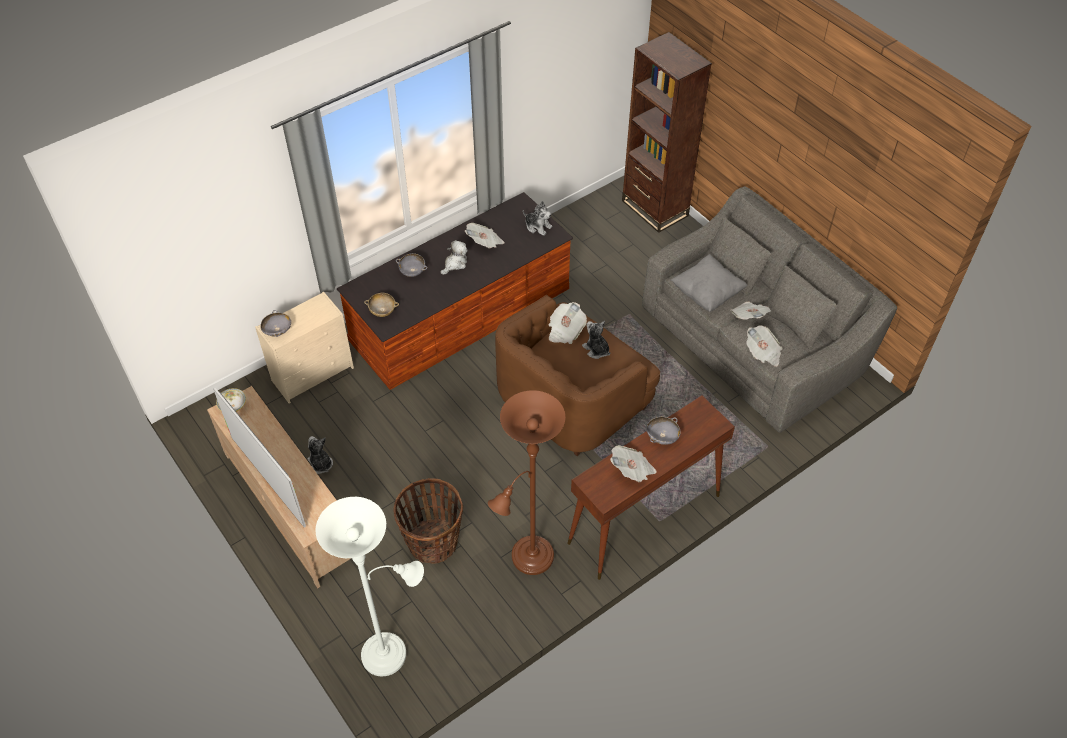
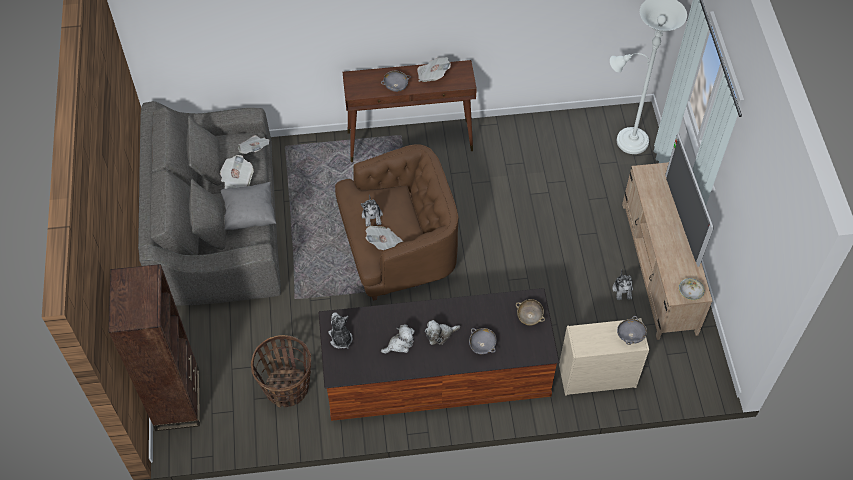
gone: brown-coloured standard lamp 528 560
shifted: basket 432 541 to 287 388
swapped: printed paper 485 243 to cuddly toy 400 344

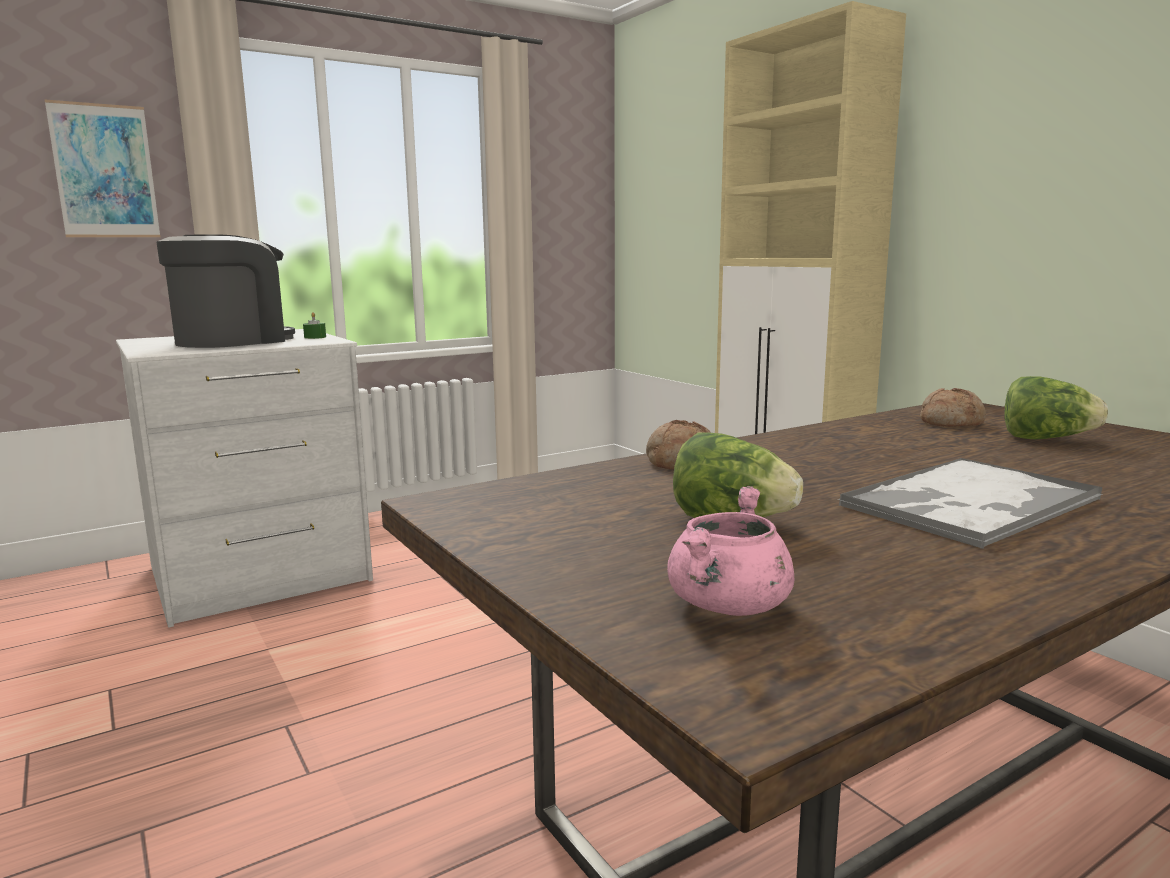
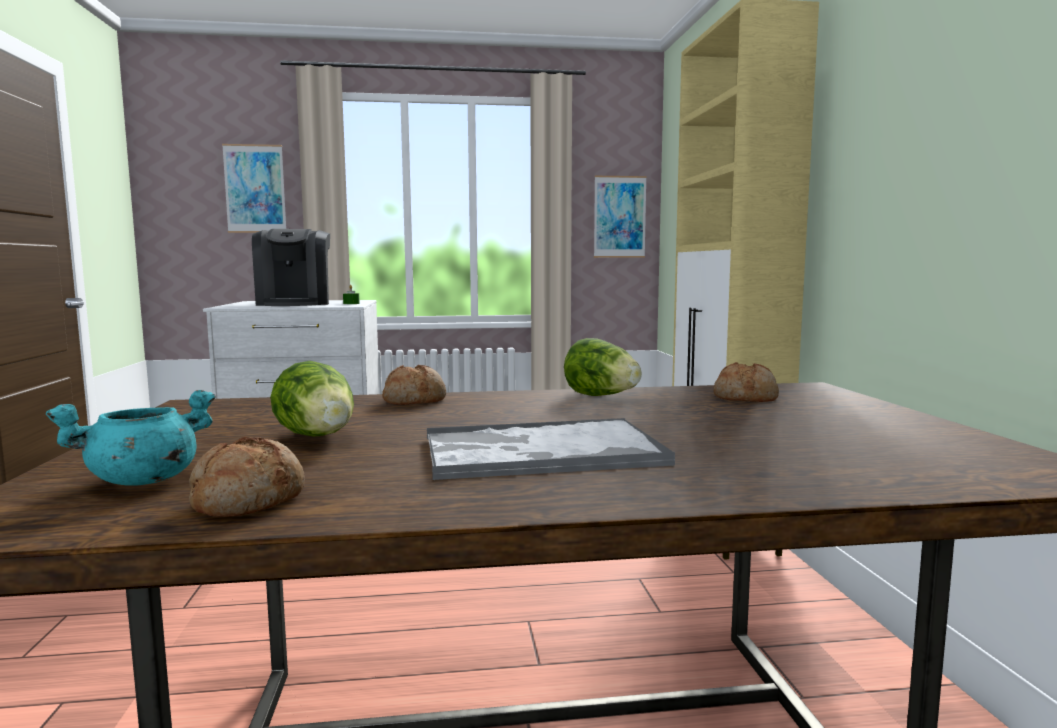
new: baked bread 248 500; wall art 619 217
shifted: head of lettuce 1046 439 to 602 396
repainted: pinkish stockpot 729 606 to turquoise-coloured stockpot 143 481
rotated: coffee brewer 233 341 = 295 303 105 degrees clockwise

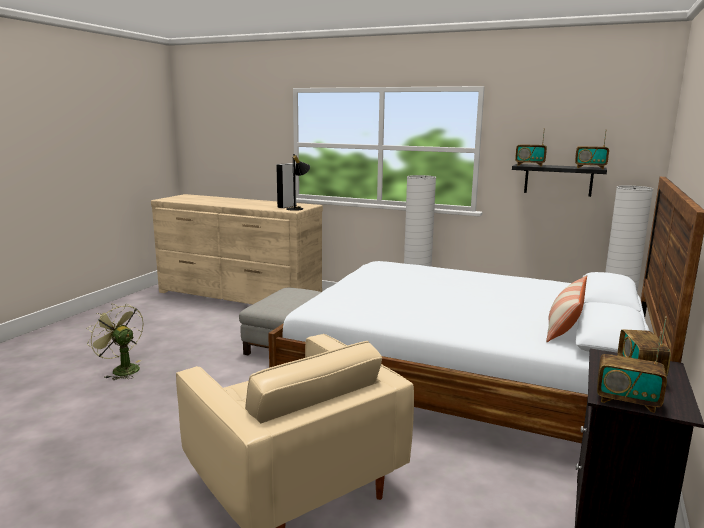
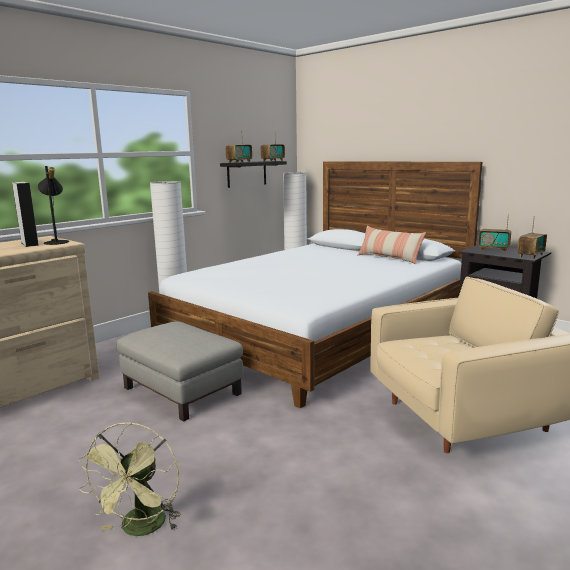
rotated: greenish fan 121 369 = 141 529 45 degrees counterclockwise

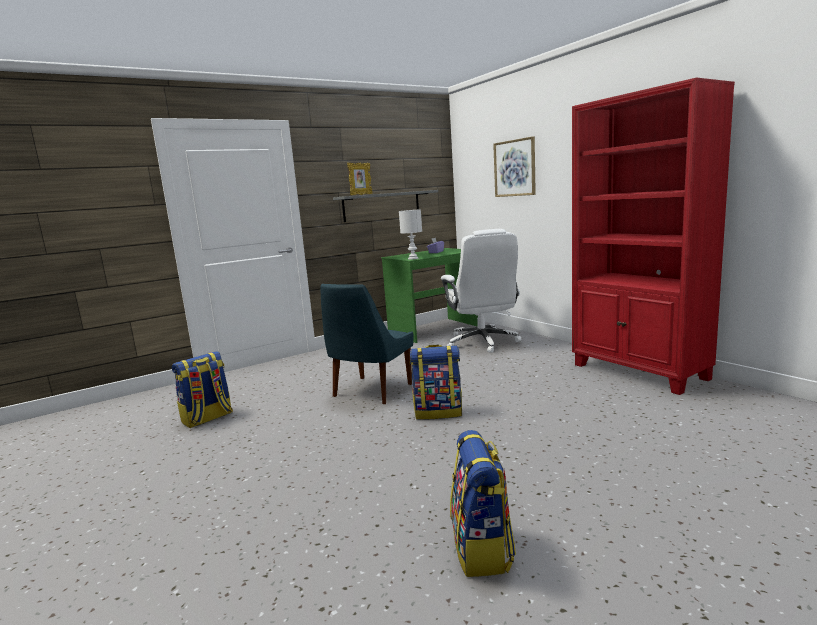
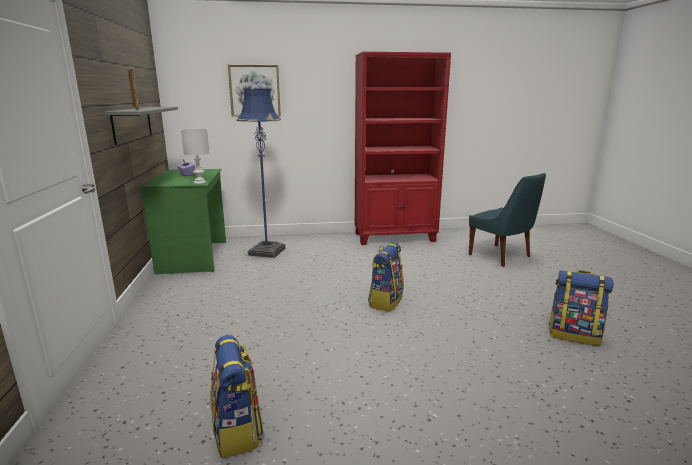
shifted: blue-coloured chair 370 391 to 501 256
swapped: white office chair 482 342 to blue-coloured standard lamp 266 252

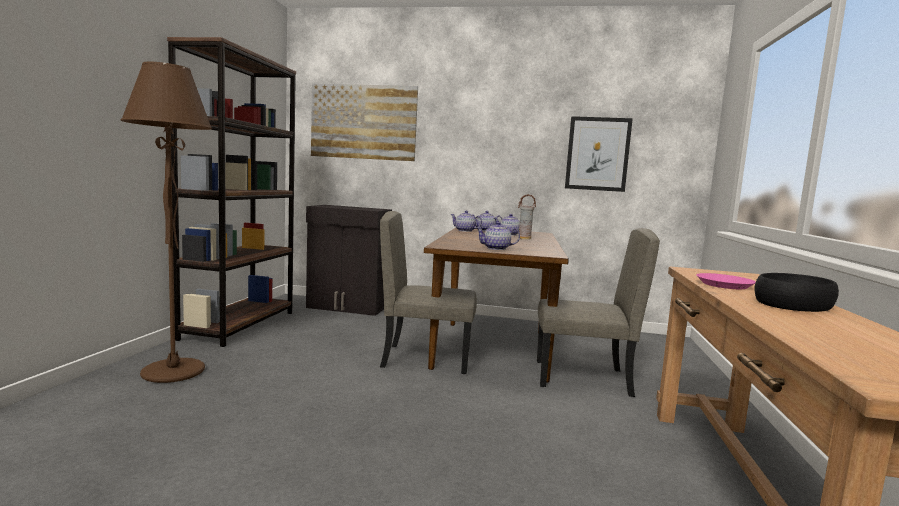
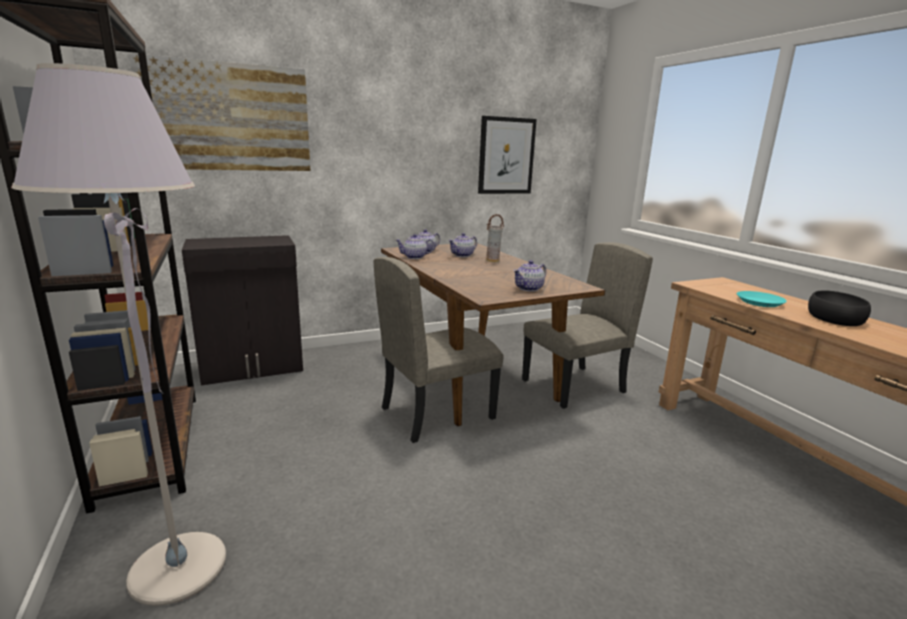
repainted: brown-coloured standard lamp 173 372 to gray standard lamp 179 568; pinkish plate 724 285 to turquoise-coloured plate 759 302

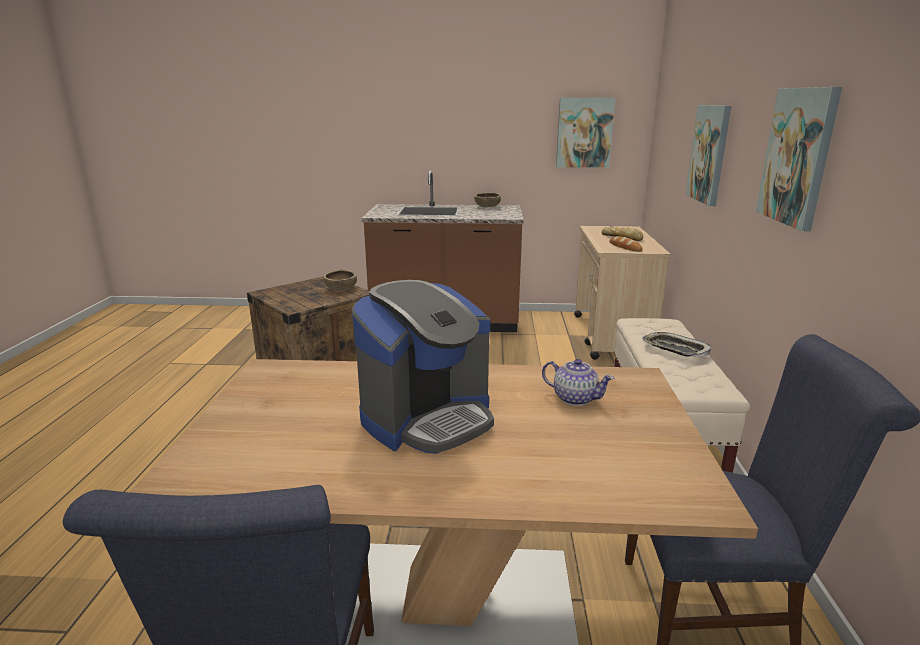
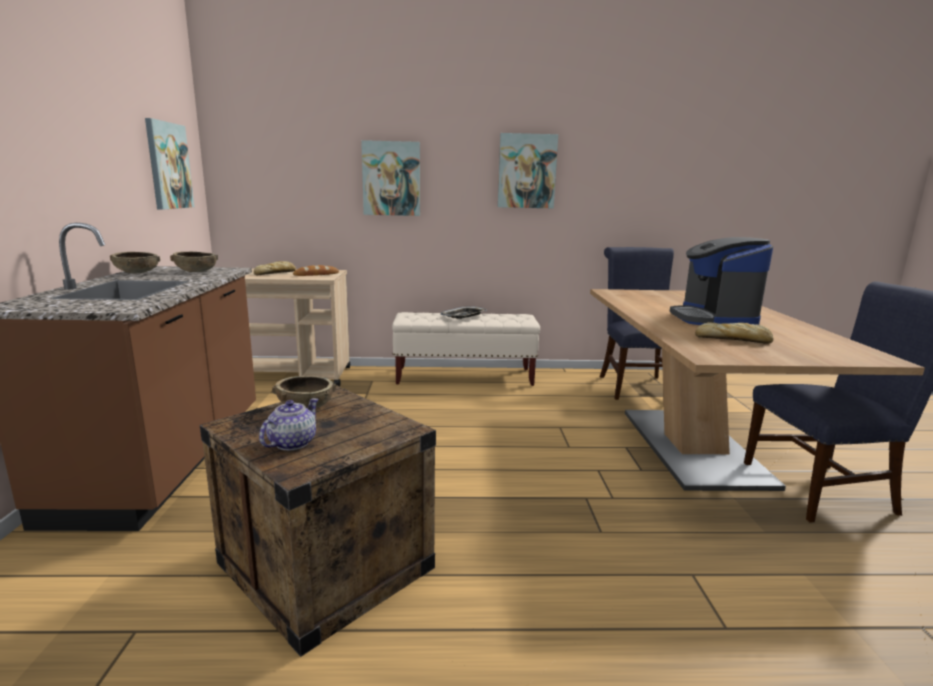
new: brown-coloured bowl 196 271; baked bread 734 339
shifted: teapot 574 398 to 291 443
rotated: coffee brewer 427 418 = 714 319 135 degrees counterclockwise

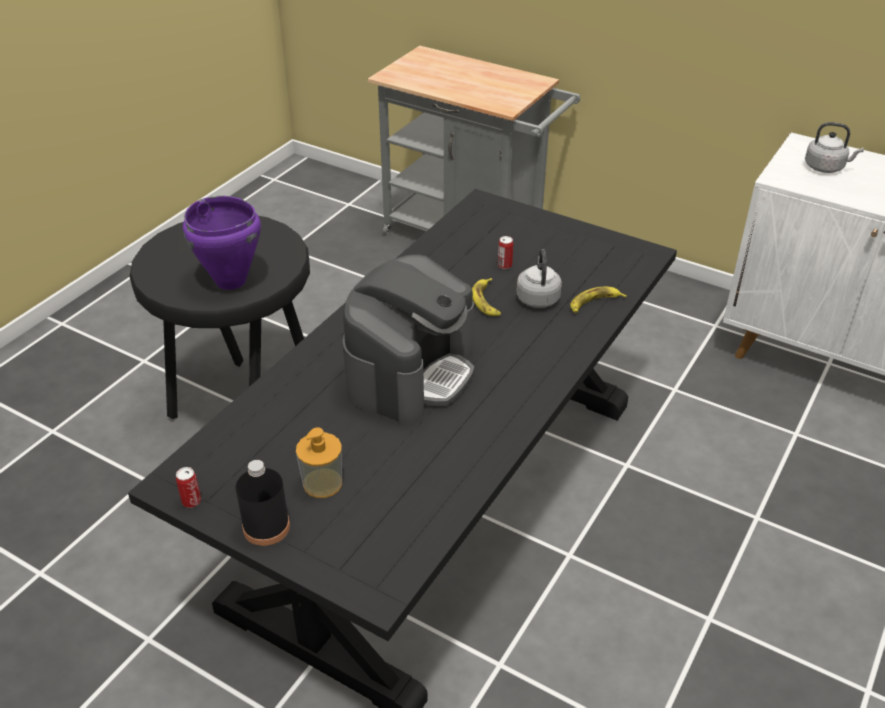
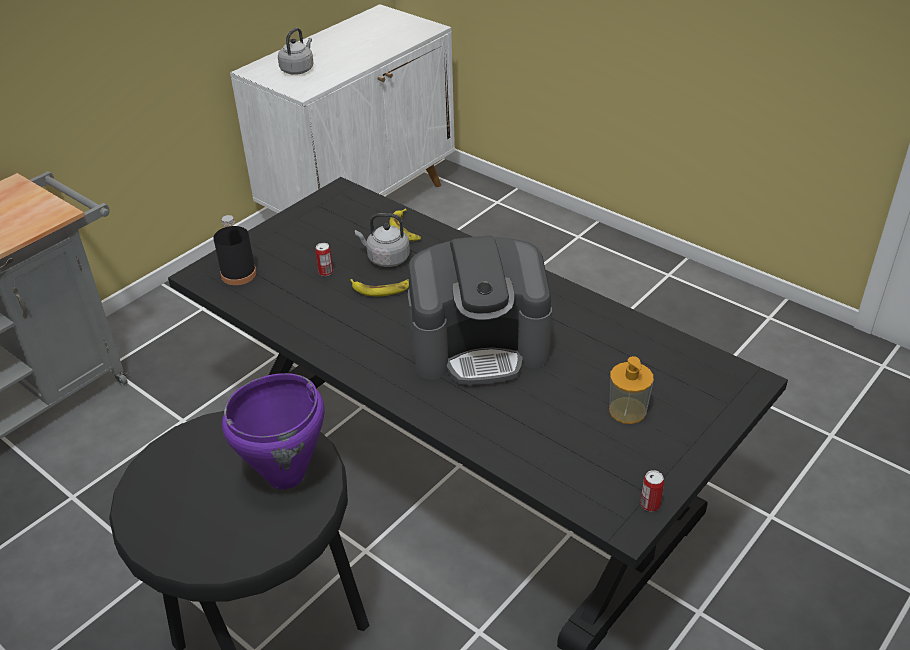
shifted: blackish beverage bottle 266 527 to 238 274
rotated: coffee brewer 411 372 = 480 346 135 degrees clockwise

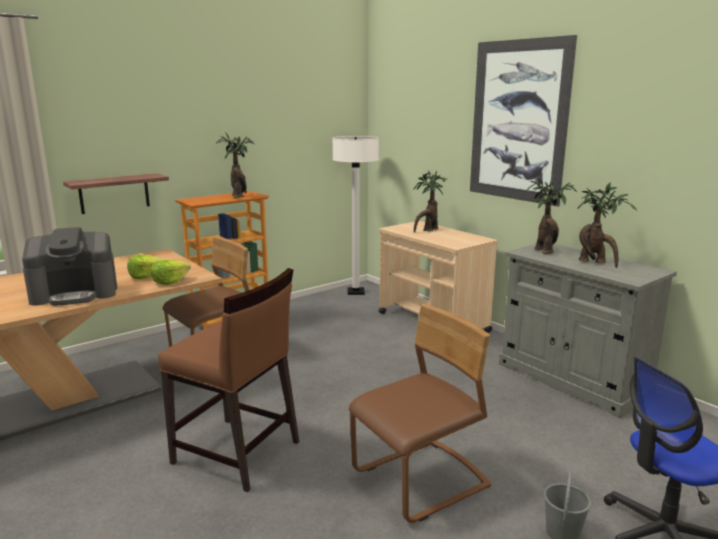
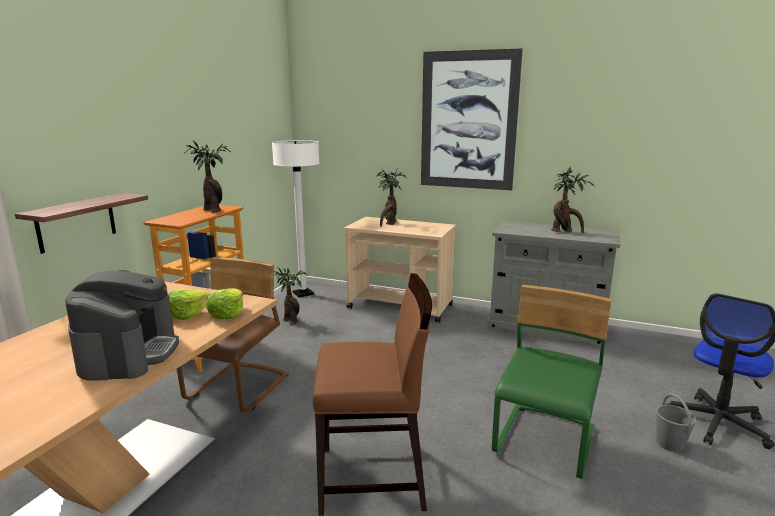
shifted: potted plant 544 250 to 290 320
repainted: brown-coloured chair 421 481 to greenish chair 545 442
rotated: coffee brewer 75 293 = 129 353 45 degrees counterclockwise

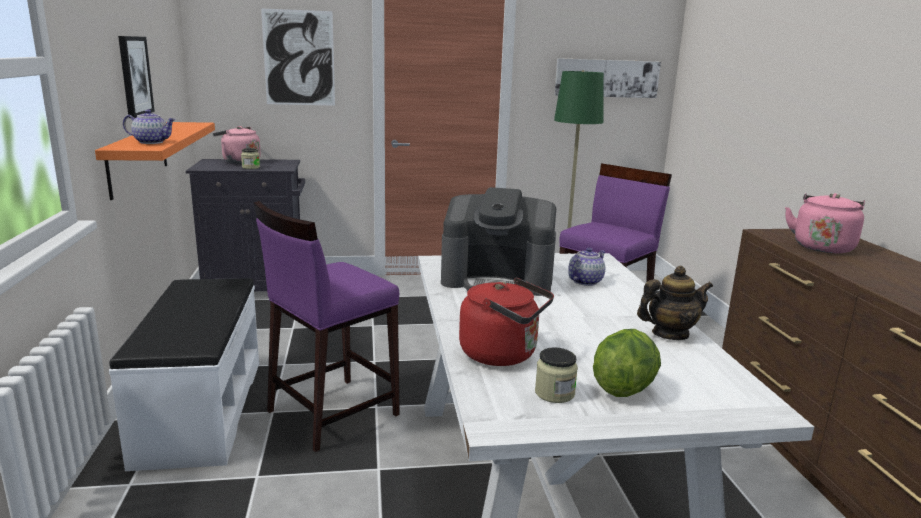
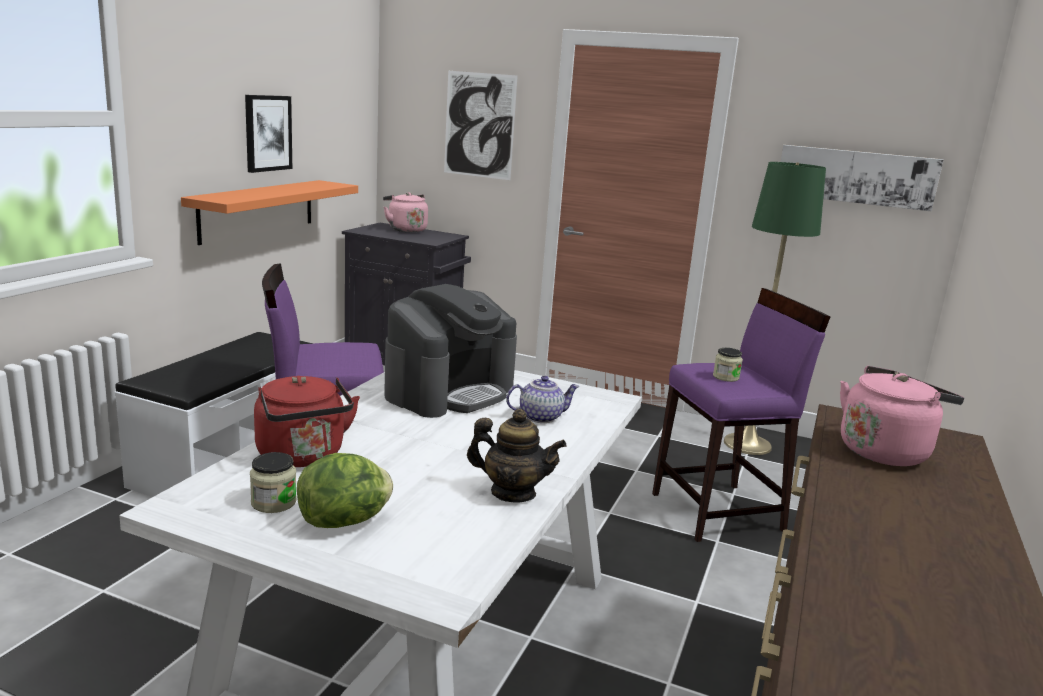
gone: teapot 152 142
shifted: jar 251 167 to 726 377
rotated: coffee brewer 498 280 = 449 391 90 degrees counterclockwise

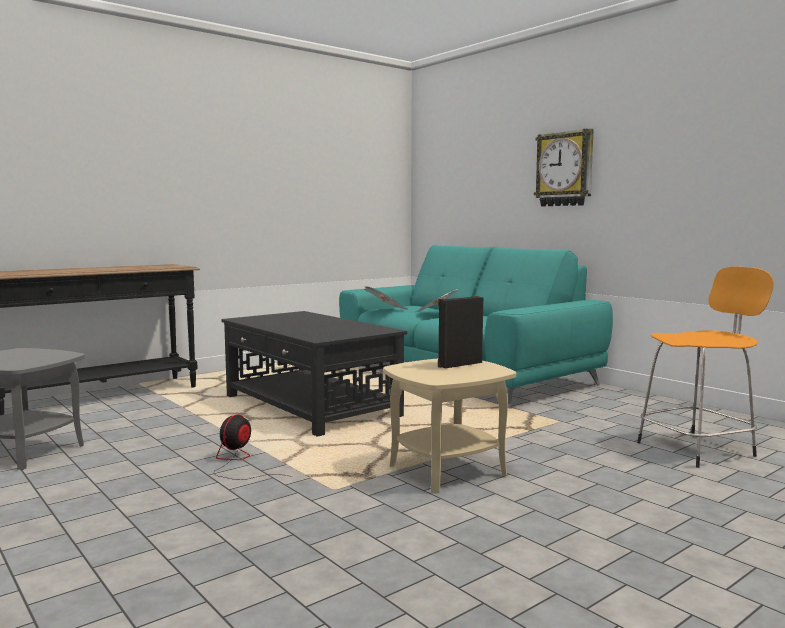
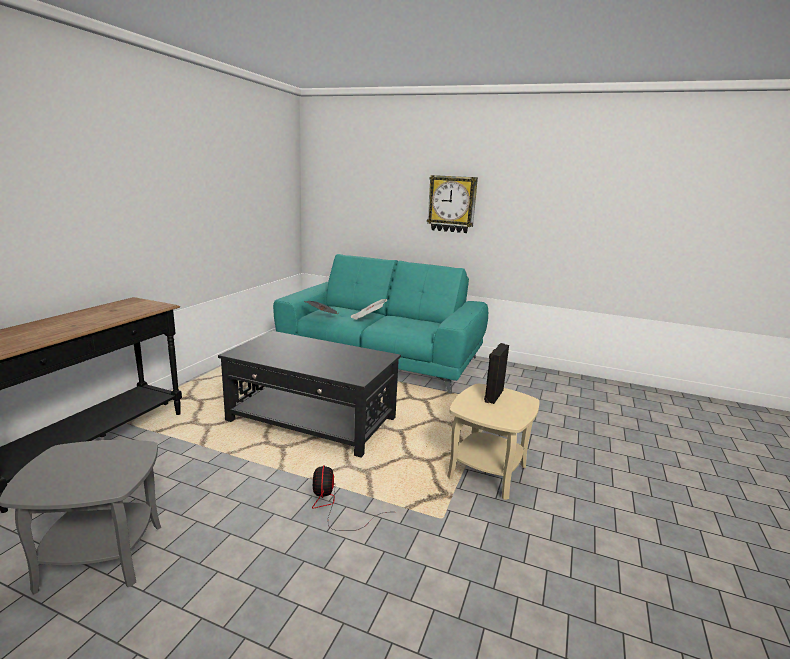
gone: orange stool 698 449

